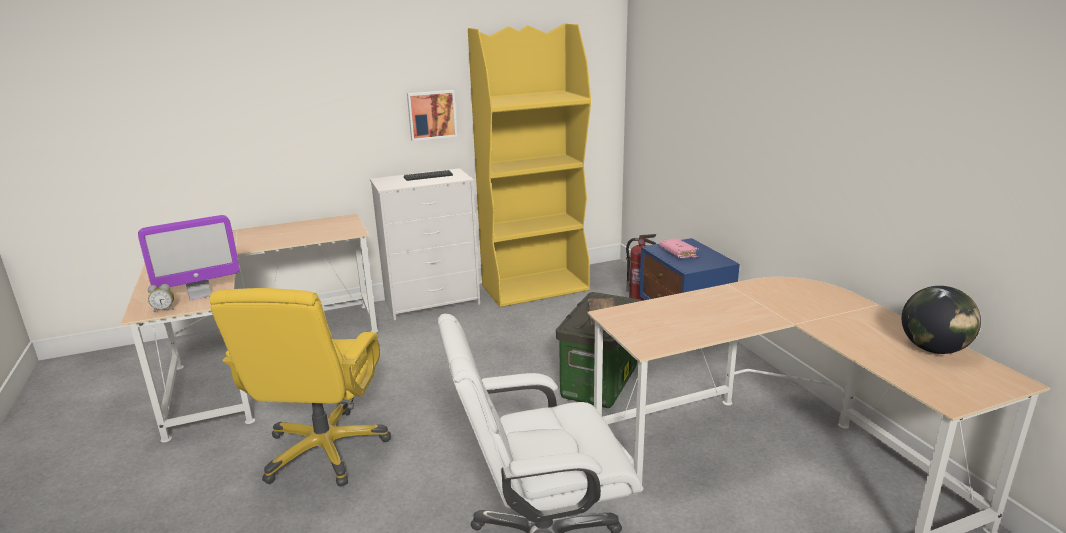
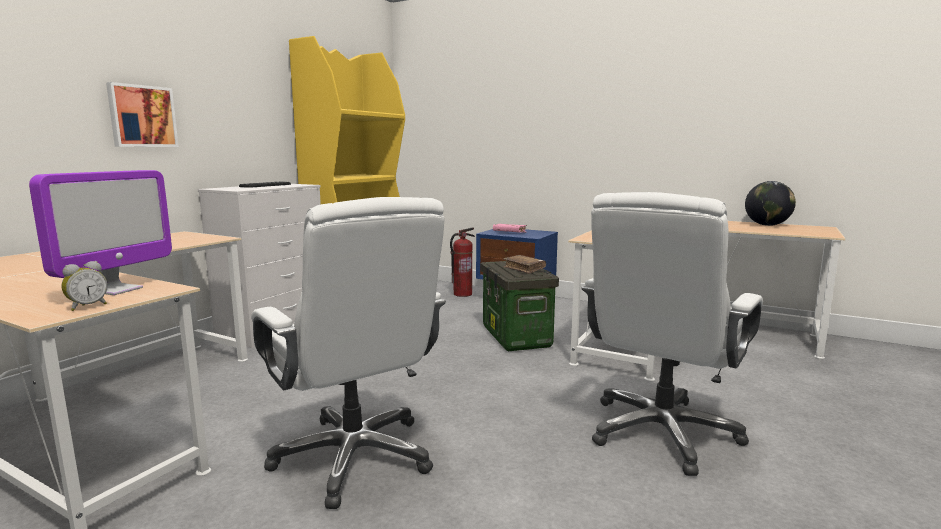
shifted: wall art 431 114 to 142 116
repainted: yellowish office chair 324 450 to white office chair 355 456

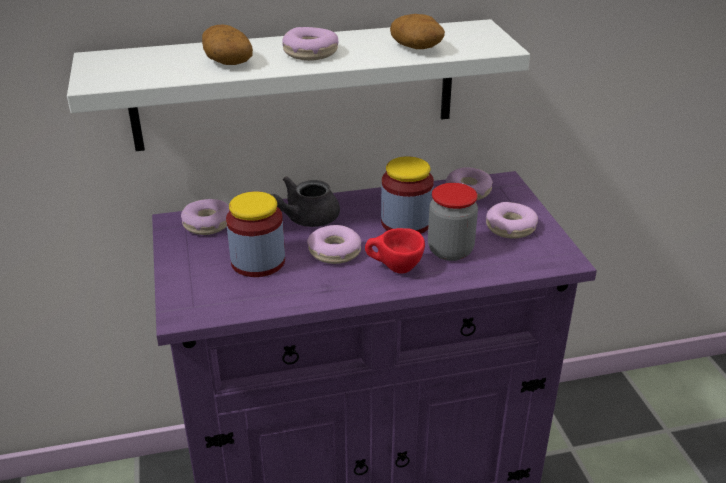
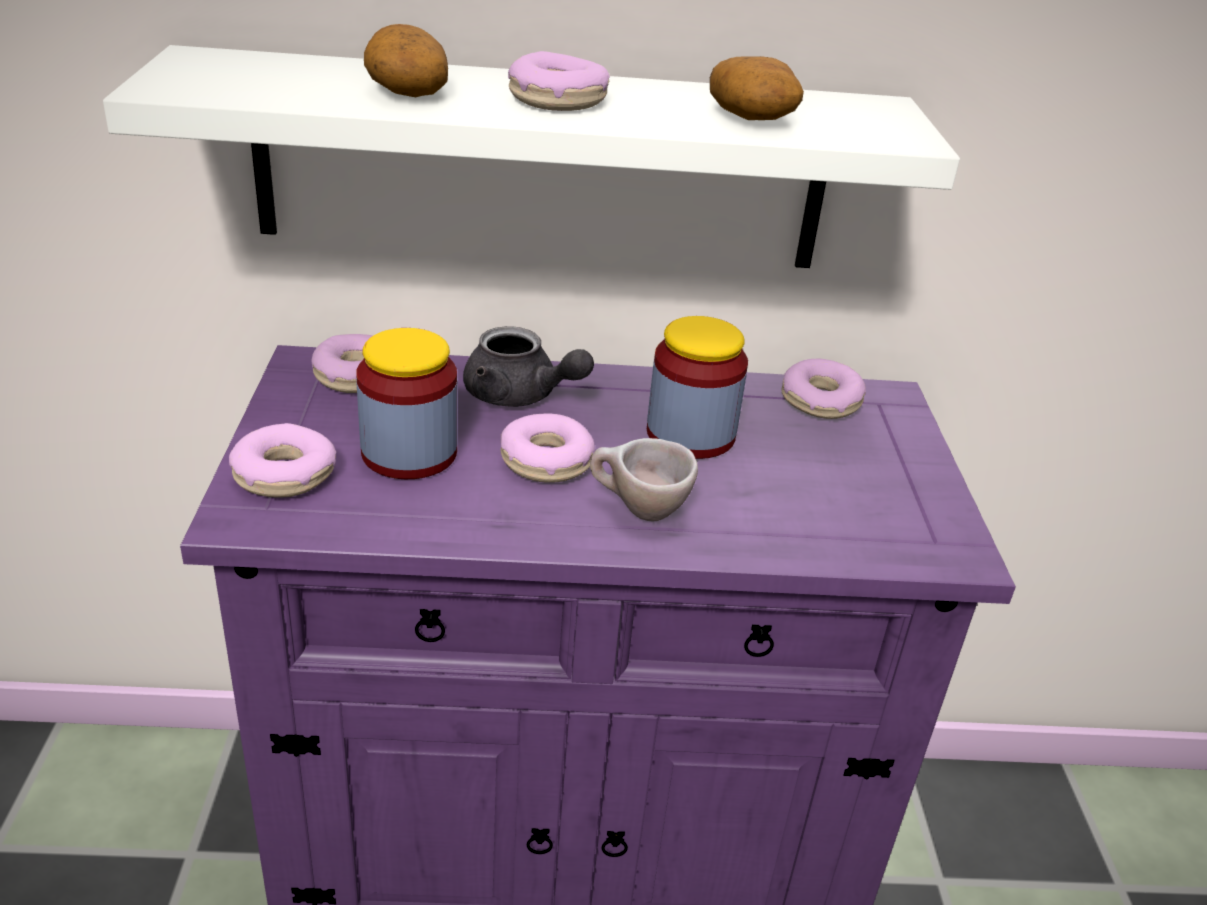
gone: jar 450 251
shifted: doughnut 511 227 to 285 475
repainted: red-coloured small cup 394 269 to beige small cup 637 511
rotated: gray teapot 304 218 = 520 396 120 degrees counterclockwise

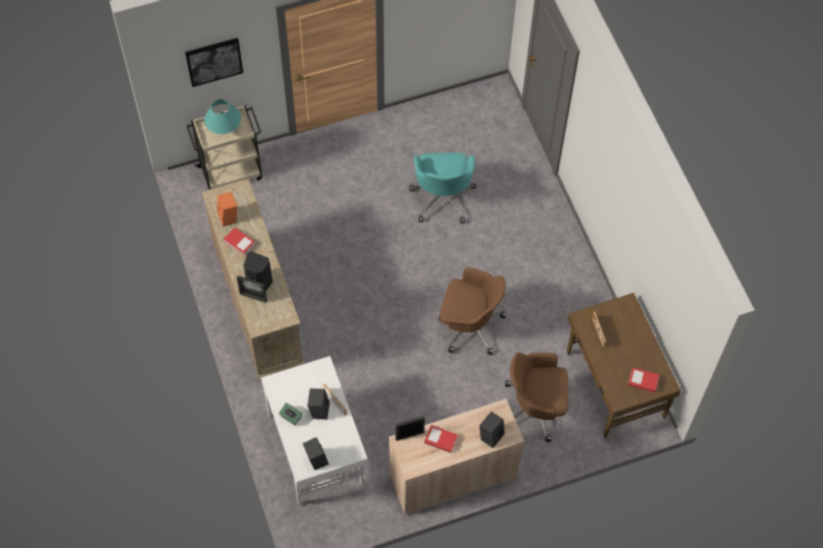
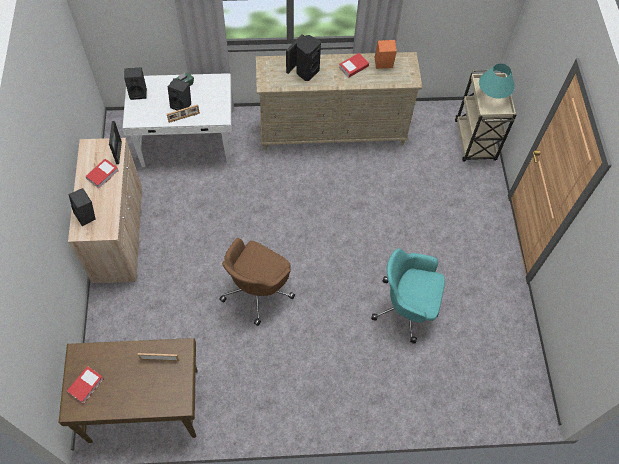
gone: wall art 214 61; brown-coloured office chair 535 408

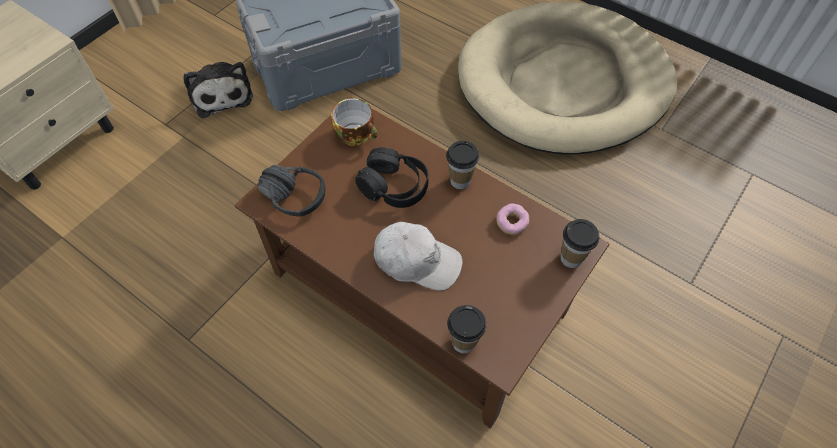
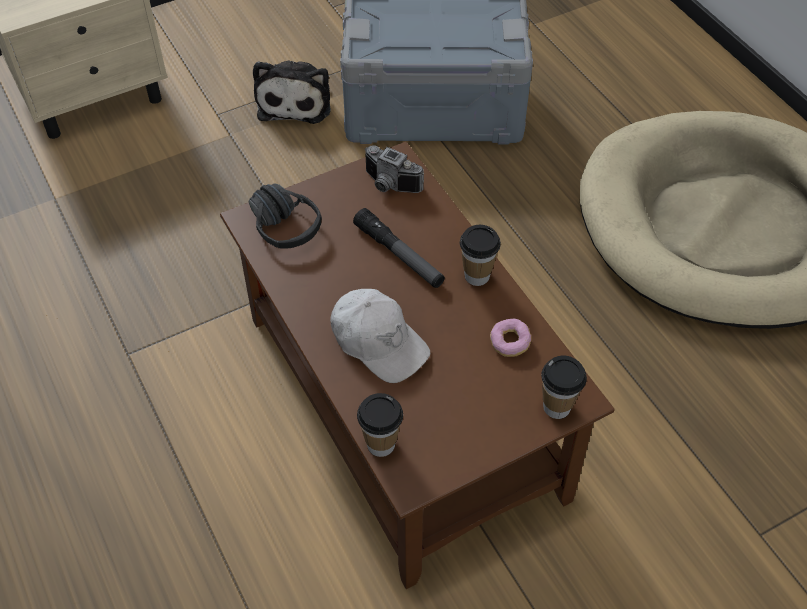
swapped: blackish pair of headphones 394 186 to flashlight 399 255; small cup 357 135 to photo camera 389 186

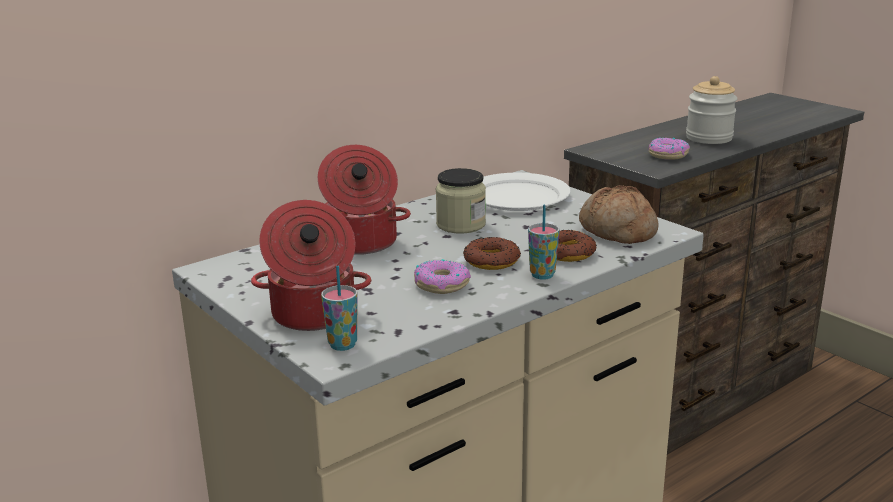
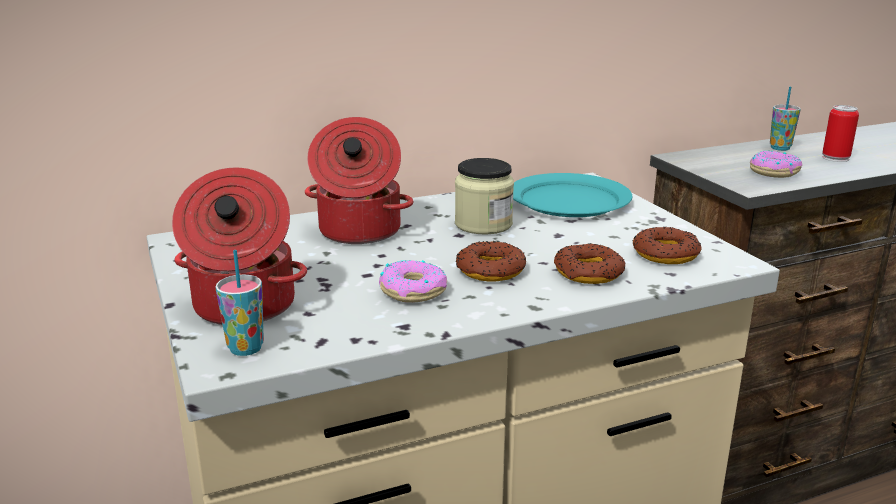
shifted: small cup 542 275 to 780 148
swapped: baked bread 616 231 to doughnut 665 254; jar 709 138 to sealed can 835 158
repainted: white plate 518 196 to turquoise-coloured plate 570 200

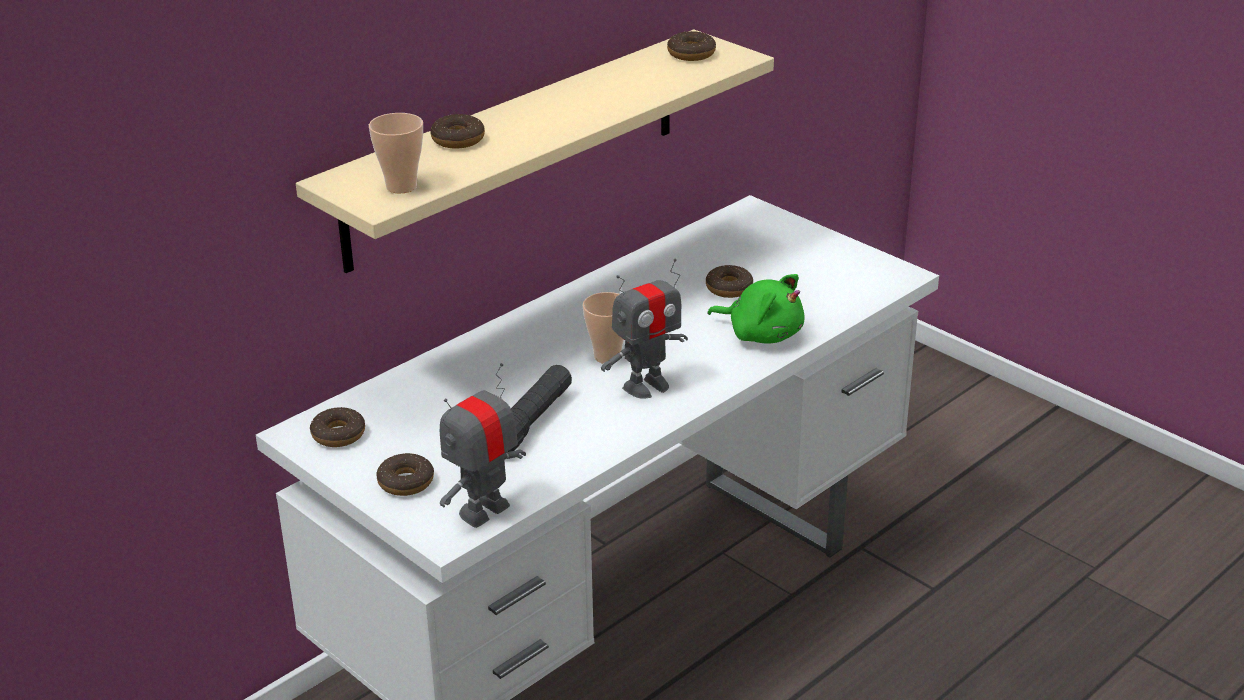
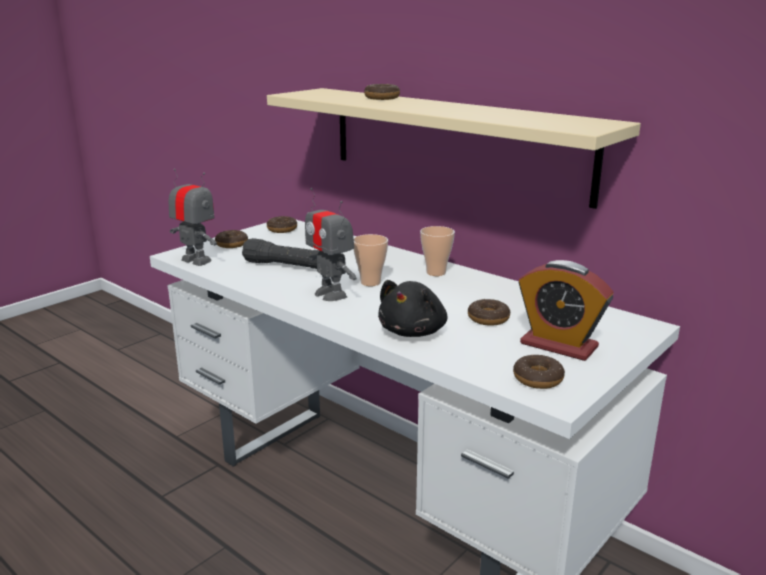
new: alarm clock 558 345
shifted: small cup 401 186 to 436 272; doughnut 691 54 to 538 379
repainted: greenish cuddly toy 762 334 to blackish cuddly toy 414 331

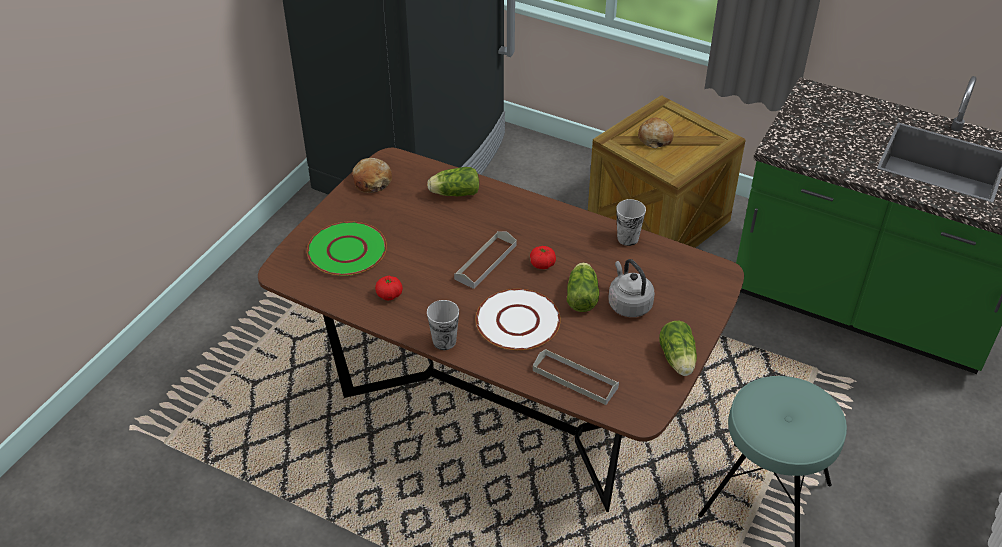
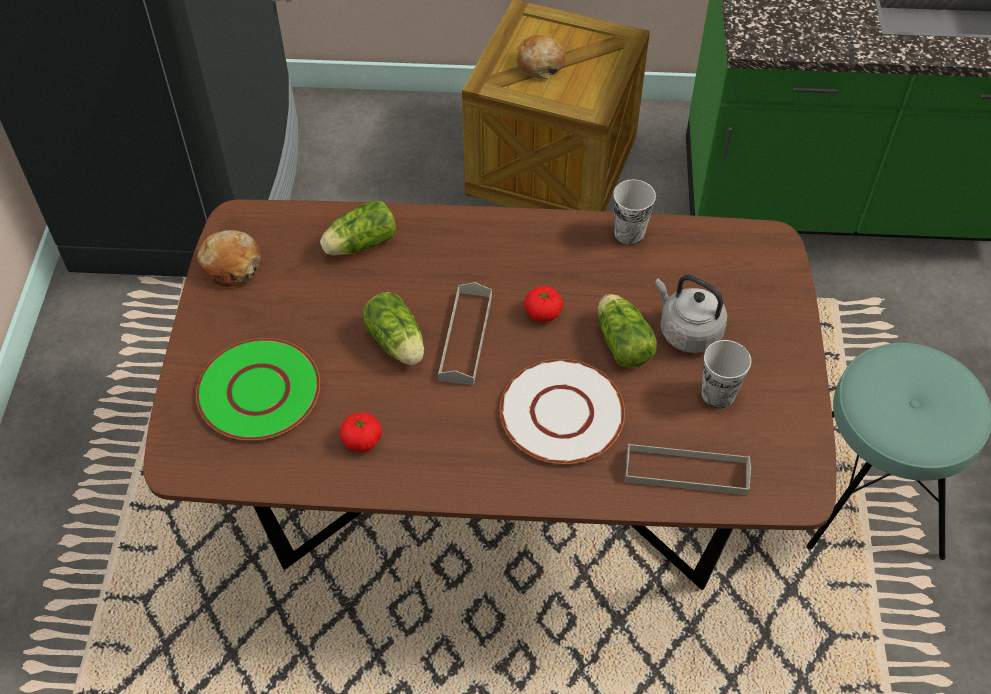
shifted: head of lettuce 678 360 to 397 344; small cup 444 341 to 718 394

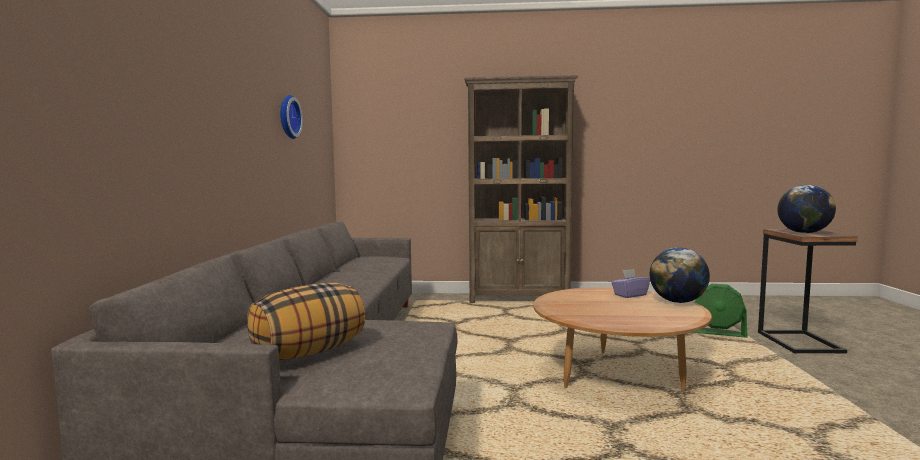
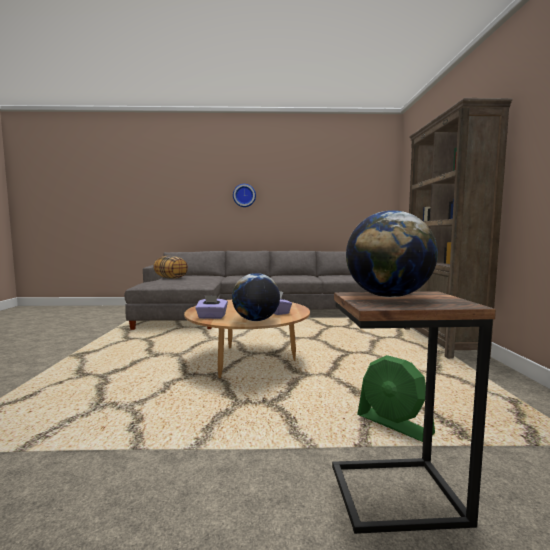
new: purple box of tissues 211 317
shifted: hanging clock 287 117 to 244 195
rotated: greenish fan 717 333 = 394 425 60 degrees counterclockwise

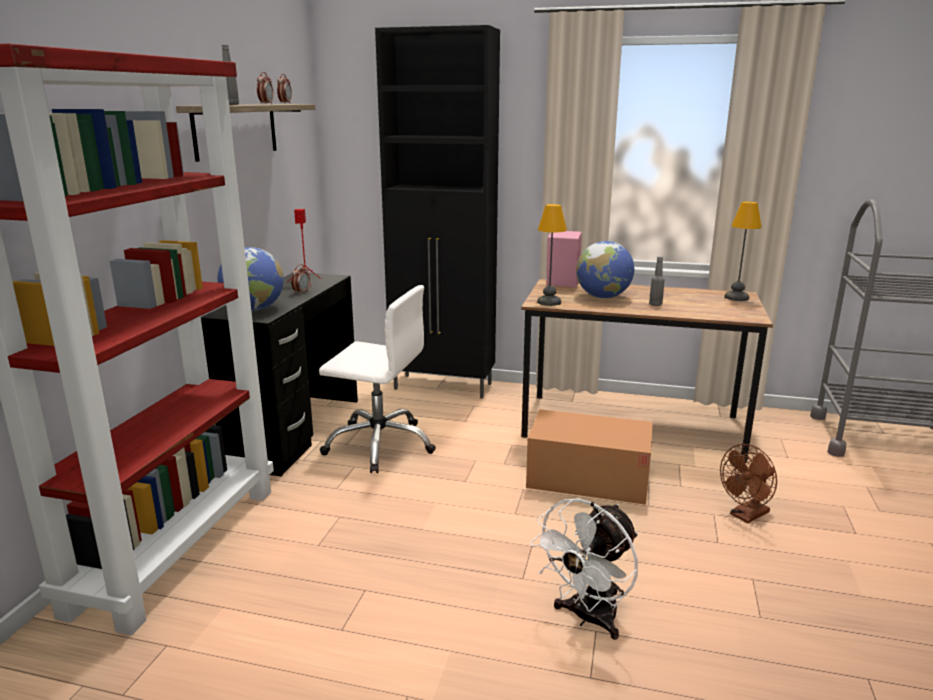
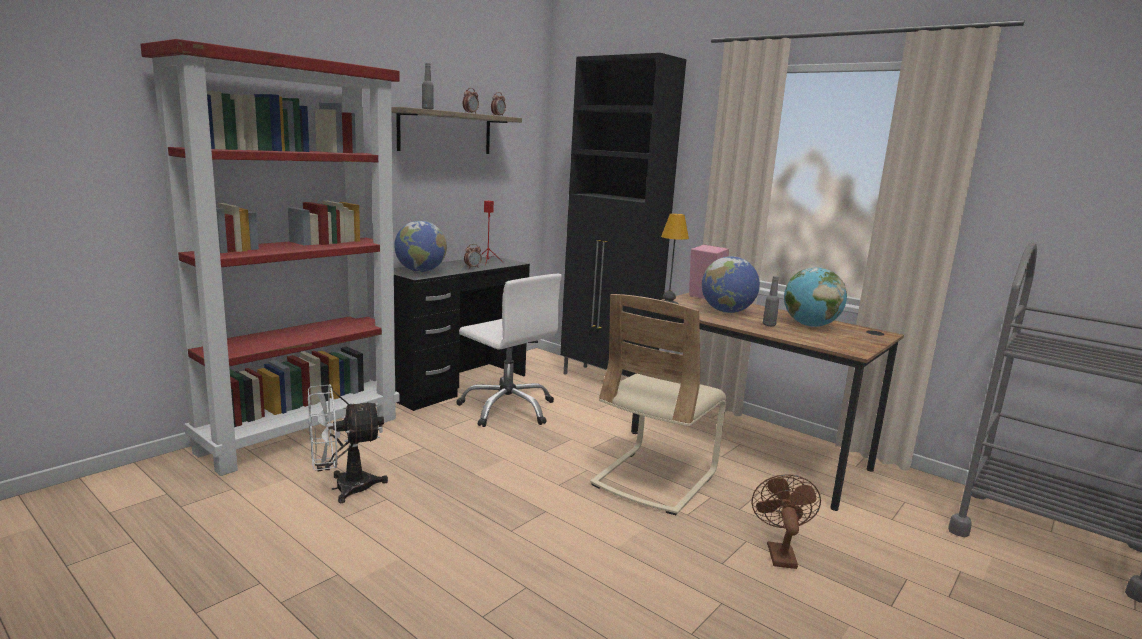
gone: table lamp 735 297
new: desk globe 810 326
shifted: white fan 587 618 to 343 488
swapped: cardboard box 588 478 to beige chair 654 478
rotated: brown-coloured fan 746 516 = 779 552 105 degrees clockwise

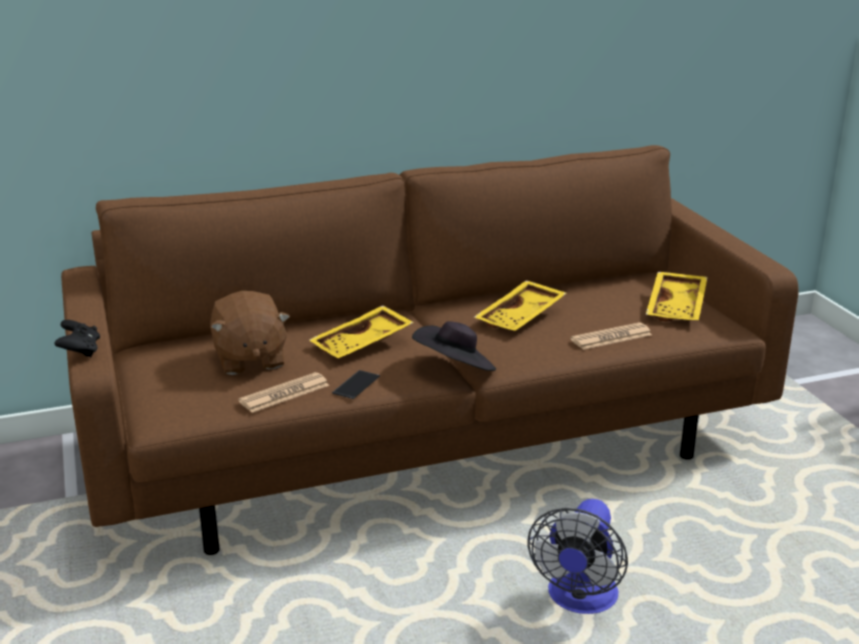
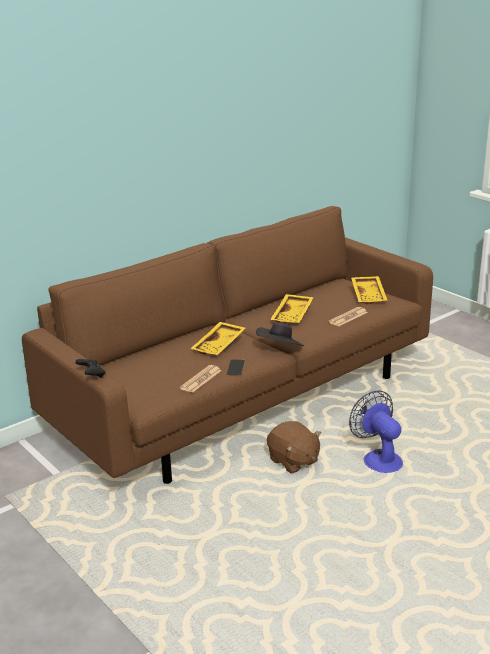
shifted: brown-coloured cuddly toy 249 359 to 293 461
rotated: fan 579 600 = 378 458 150 degrees clockwise

